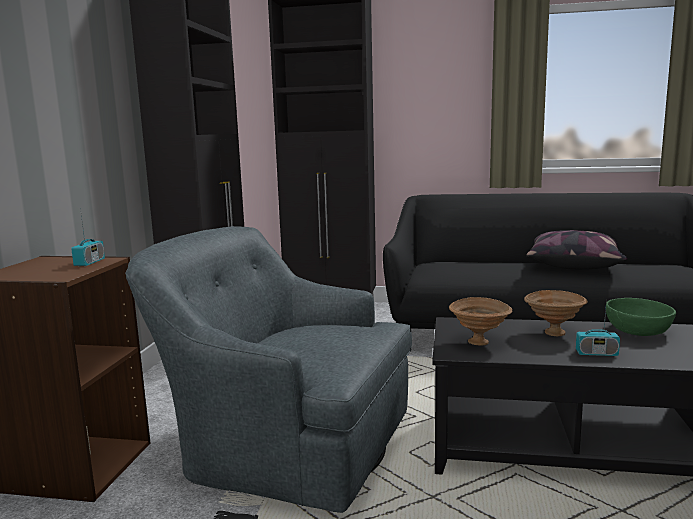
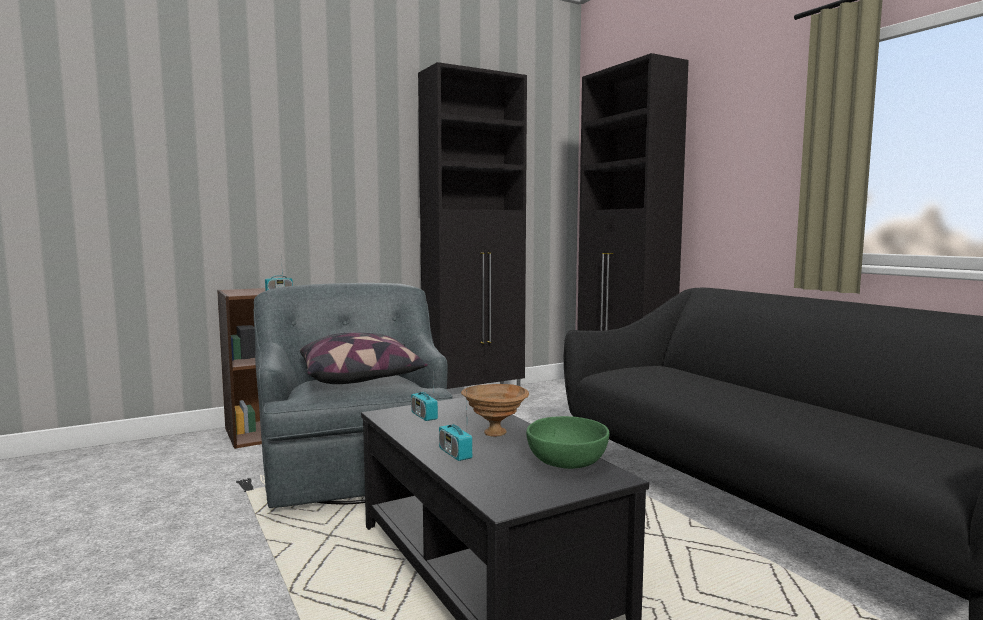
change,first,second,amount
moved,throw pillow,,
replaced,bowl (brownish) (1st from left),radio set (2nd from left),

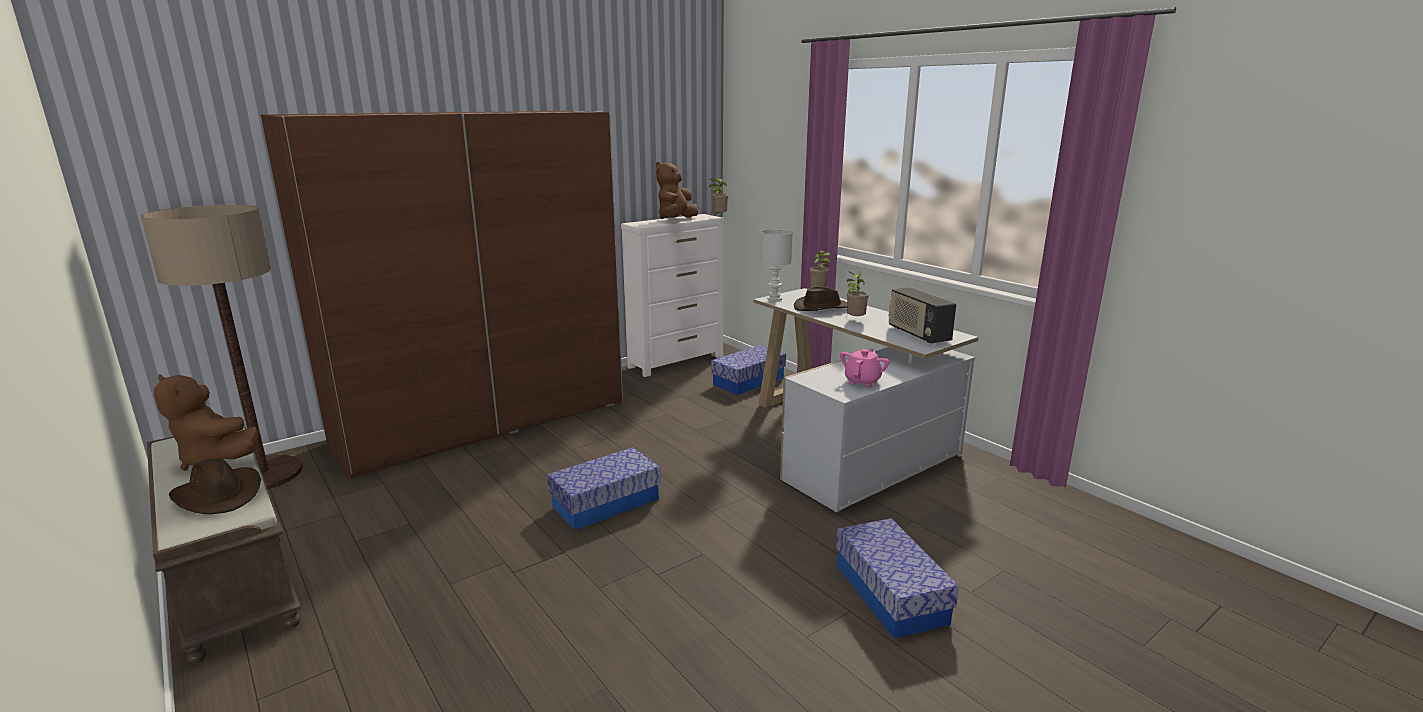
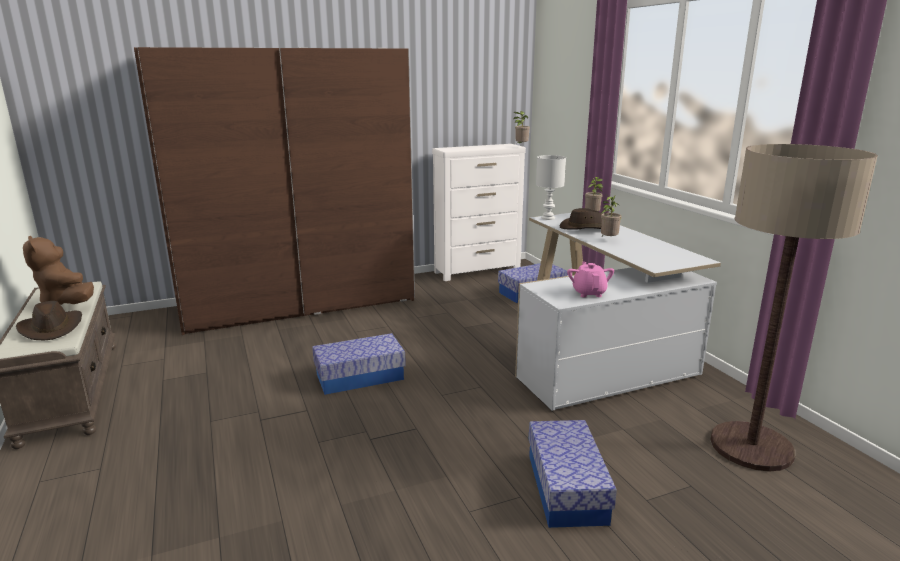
change,first,second,amount
turned,pot for tea (pink-coloured),,45 degrees counterclockwise
moved,standing lamp,,
removed,soft toy (brownish) (2nd from left),,
removed,radio set,,

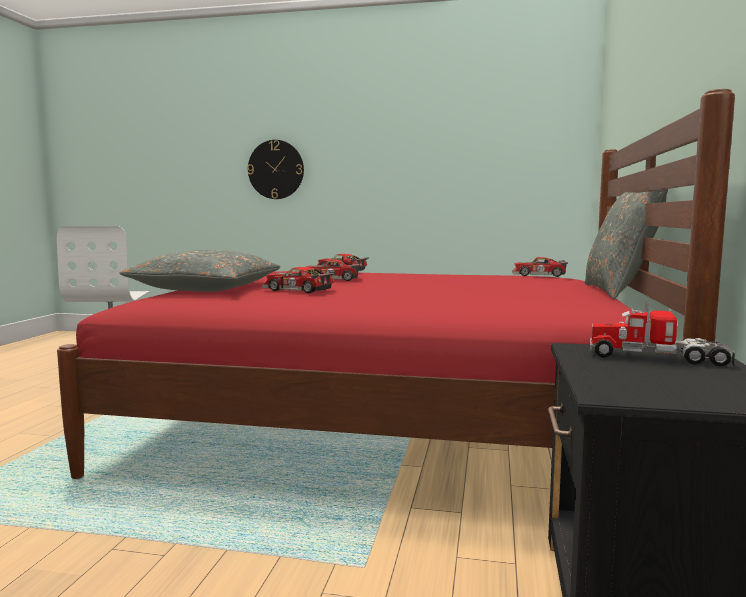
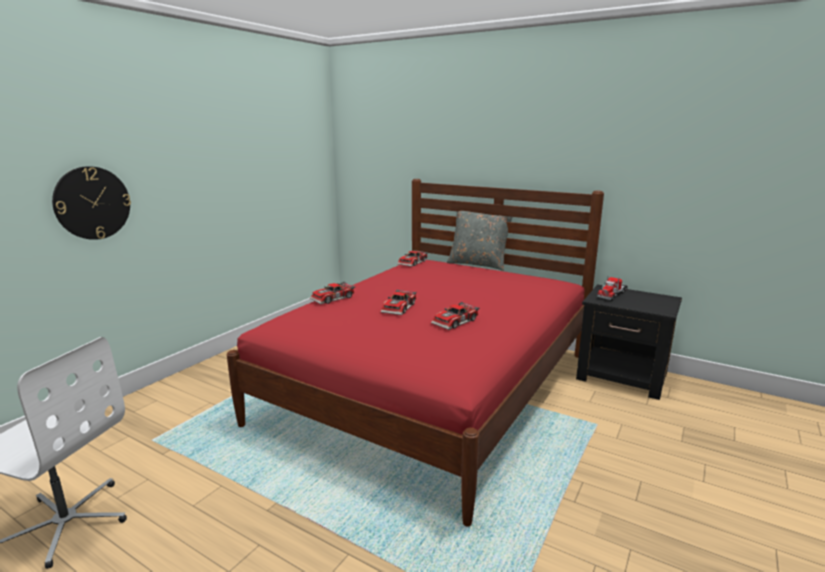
change,first,second,amount
removed,throw pillow (grey) (1st from left),,

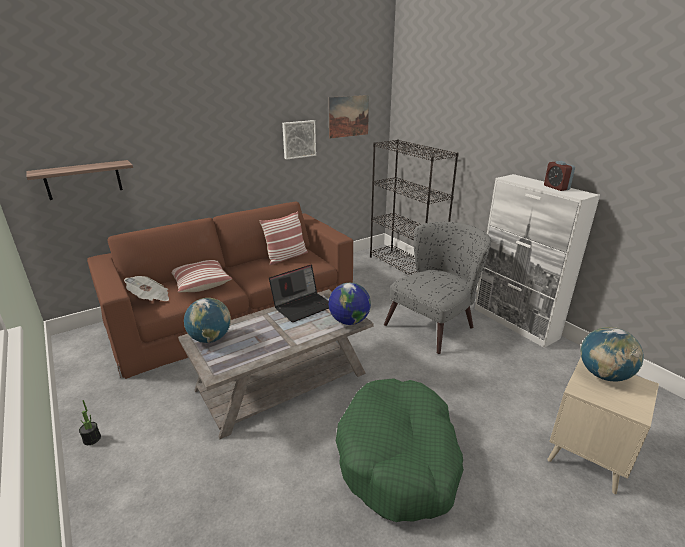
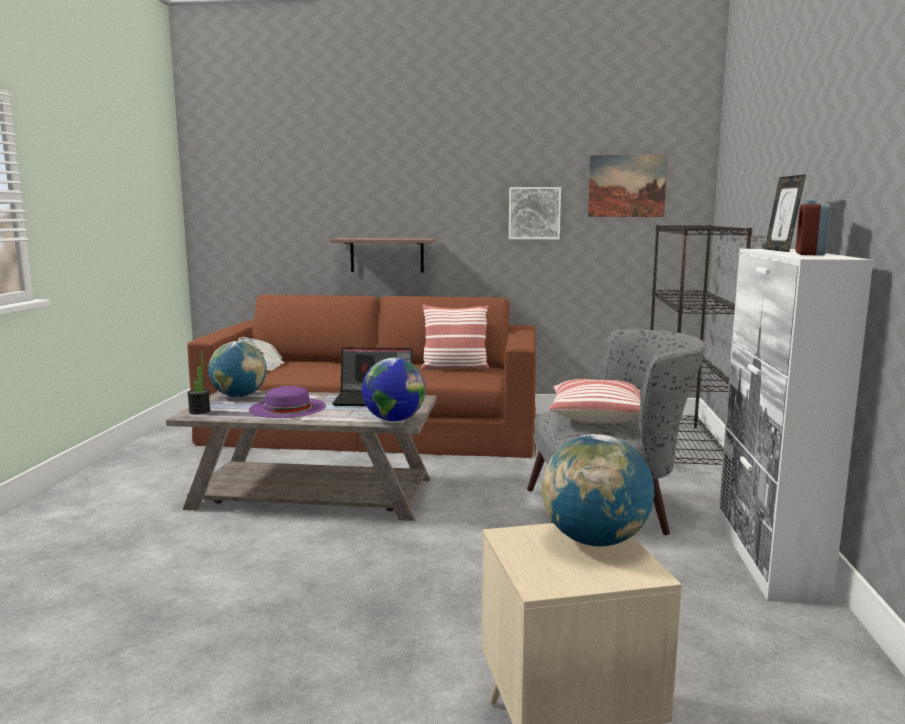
change,first,second,amount
moved,houseplant,,
added,,clothing hat (purple),
moved,bracket shelf,,
moved,throw pillow (1st from left in the first image),throw pillow (2nd from left),
added,,standing frame,
removed,dog cushion (green),,

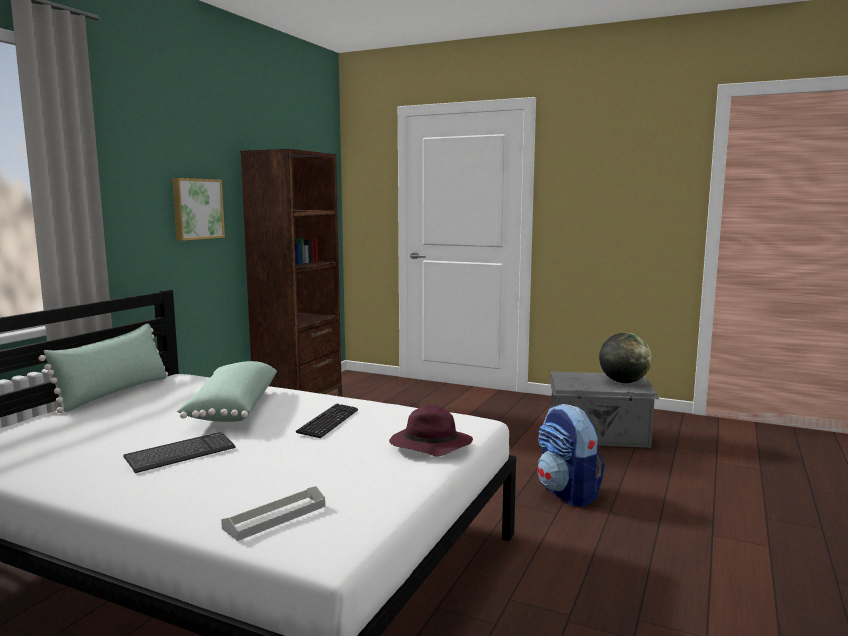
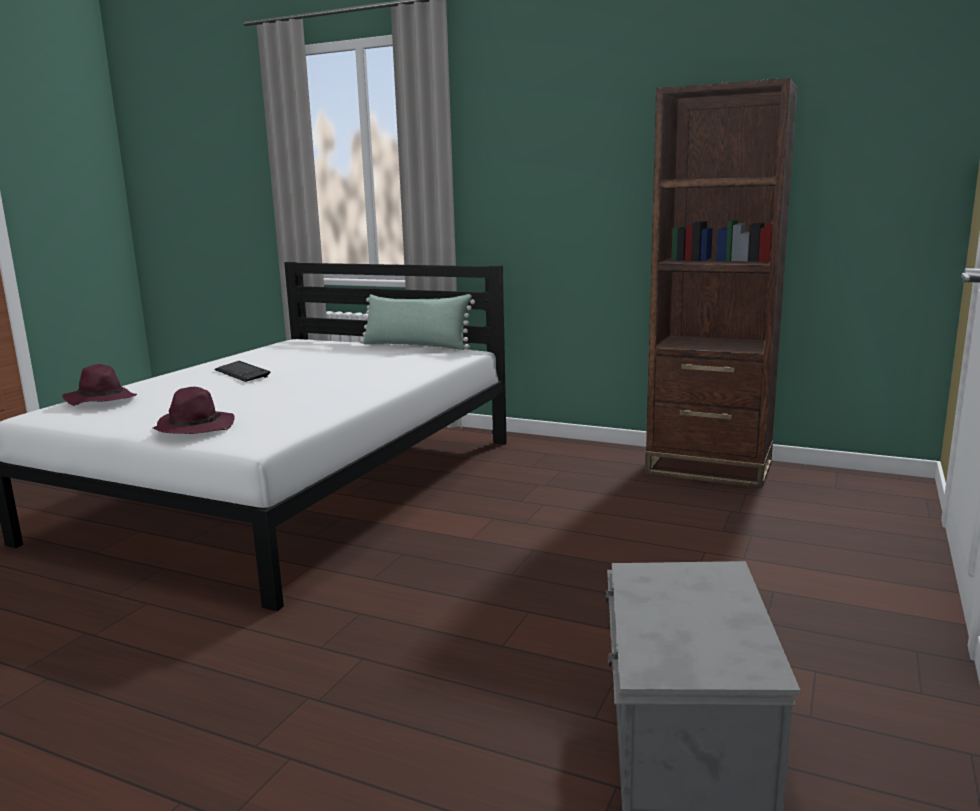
change,first,second,amount
replaced,carrying tray (grey),clothing hat (purple) (1st from left),
removed,picture,,
removed,throw pillow (green) (2nd from left),,
removed,keyboard (2nd from left),,
removed,knapsack,,
removed,world globe,,

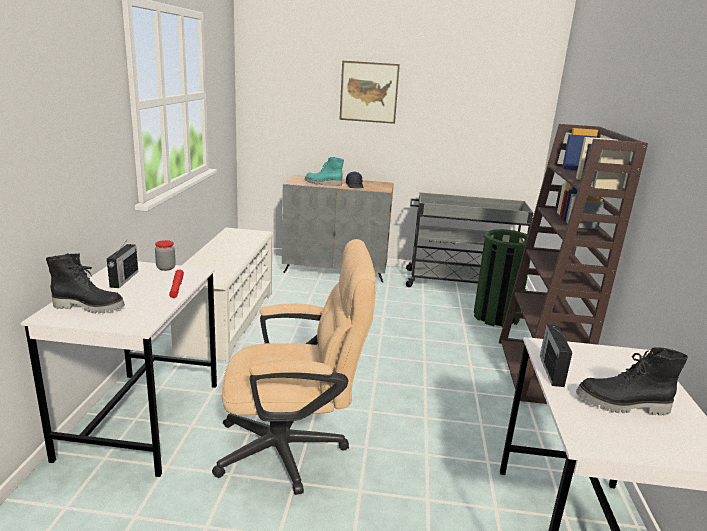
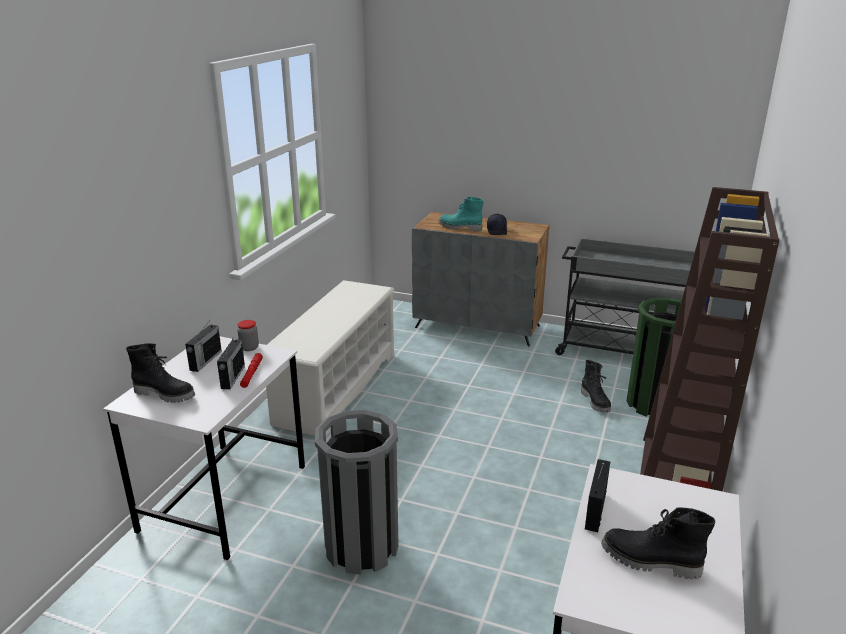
change,first,second,amount
added,,radio set (2nd from left),
replaced,desk chair (sand-coloured),waste bin (grey),
added,,tall boot (blackish) (2nd from left),
removed,picture,,

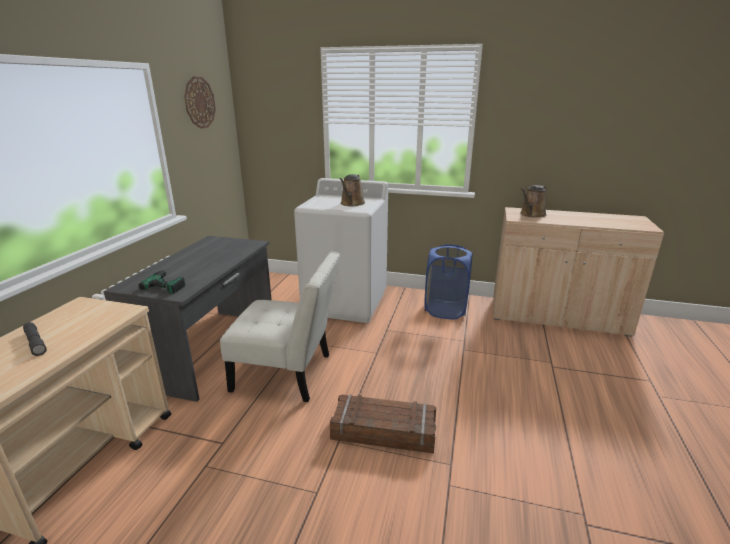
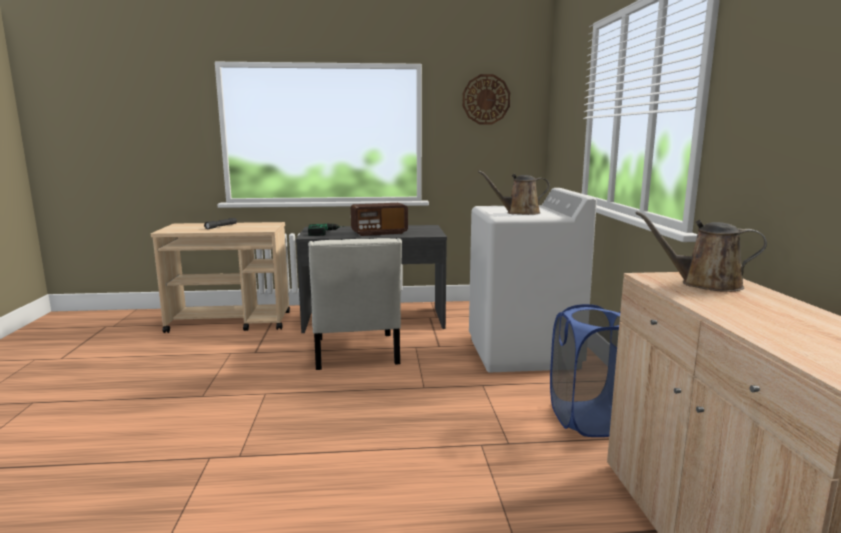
change,first,second,amount
added,,radio set,
removed,packing crate,,

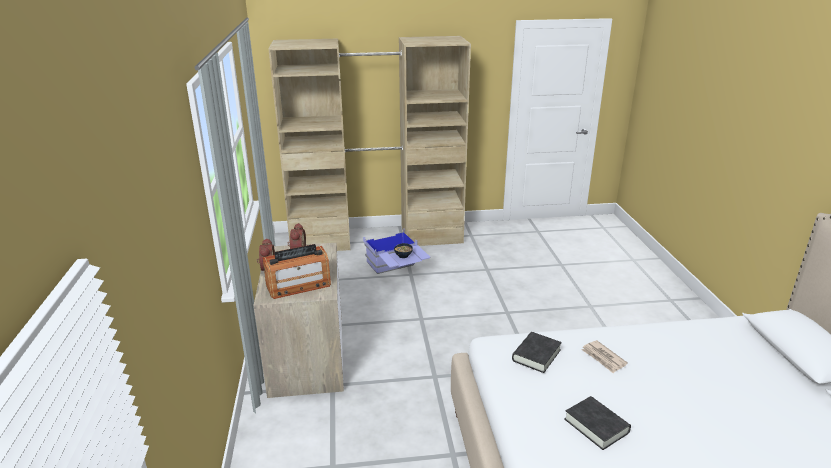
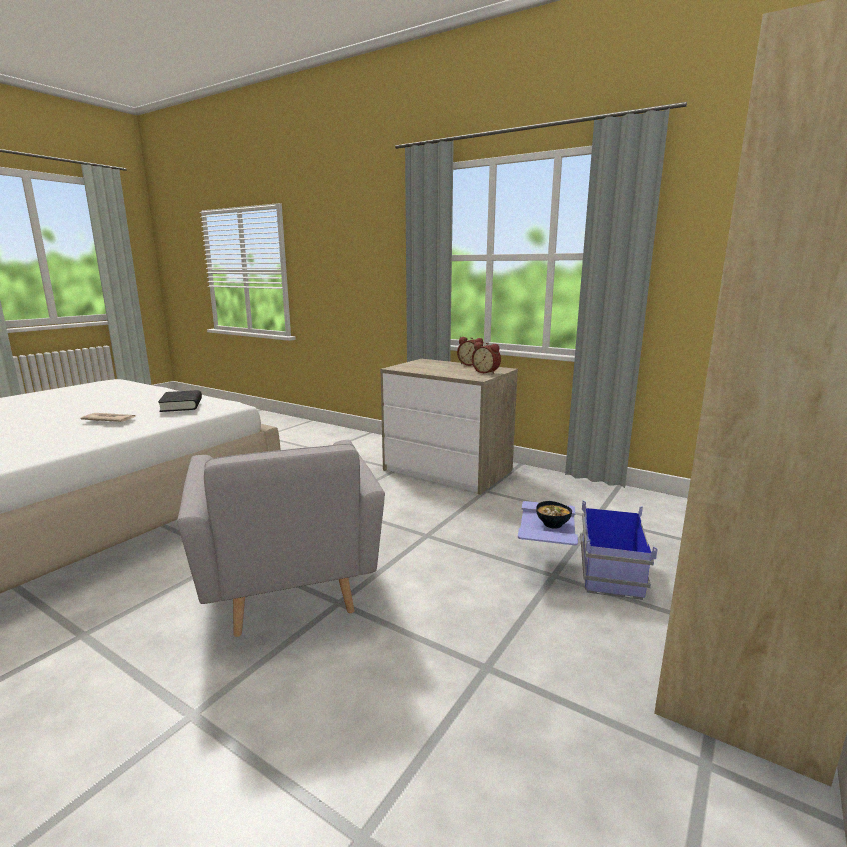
change,first,second,amount
added,,lounge chair (grey),
removed,radio set,,
removed,volume (blackish) (2nd from left),,

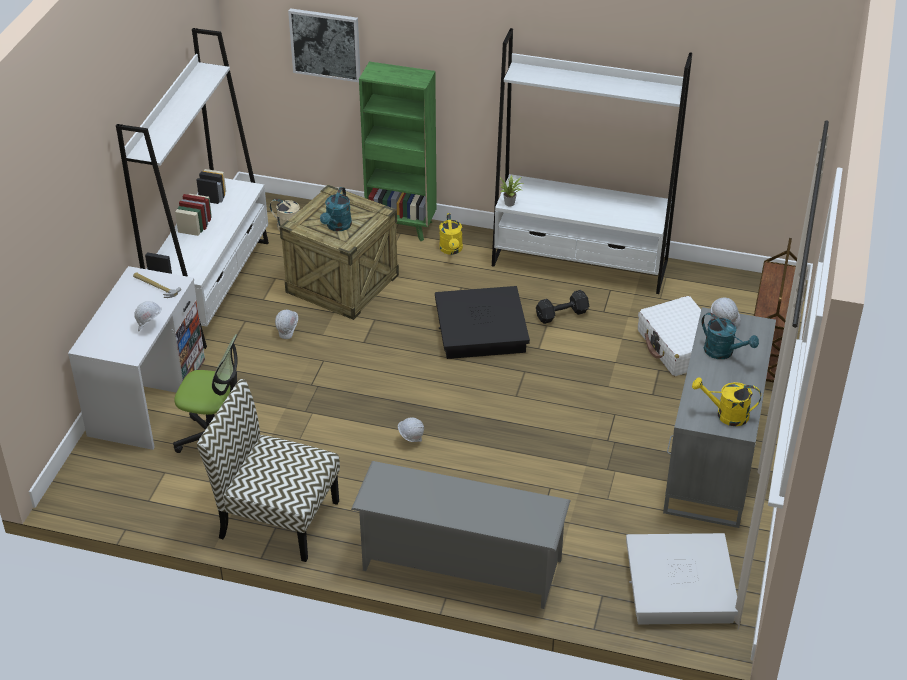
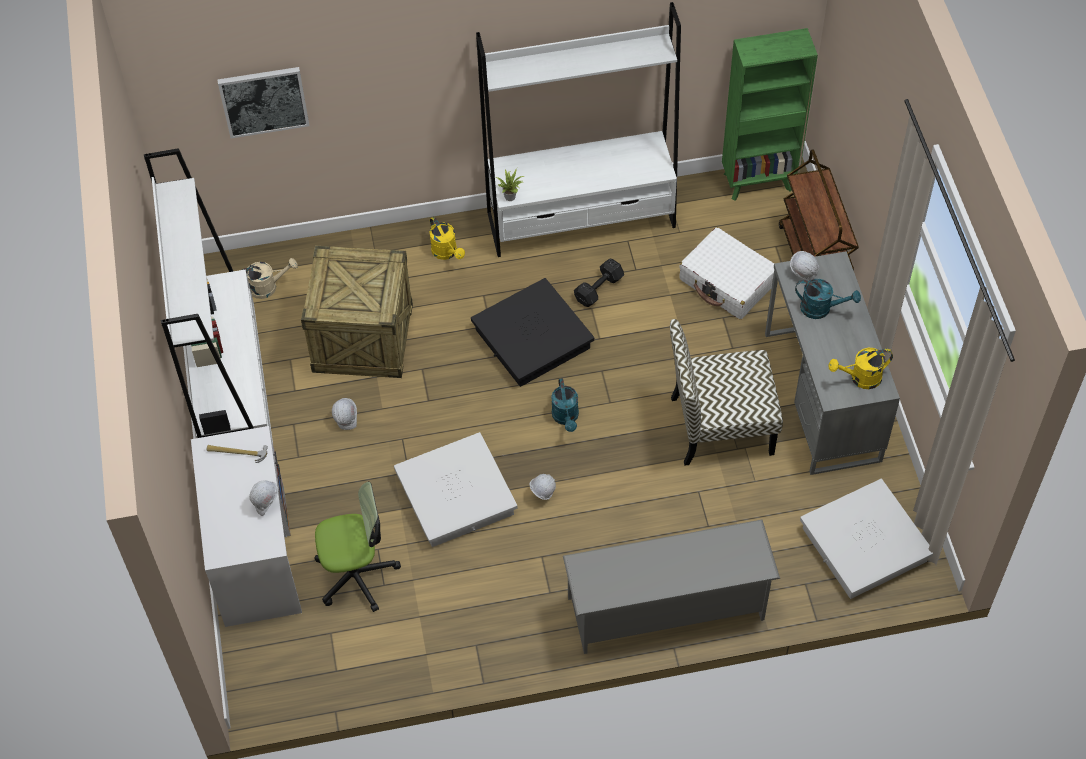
change,first,second,amount
added,,storage container (white-coloured) (1st from left),
moved,watering pot (turquoise) (1st from left),,
moved,upright chair,,
moved,shelving unit (green),,

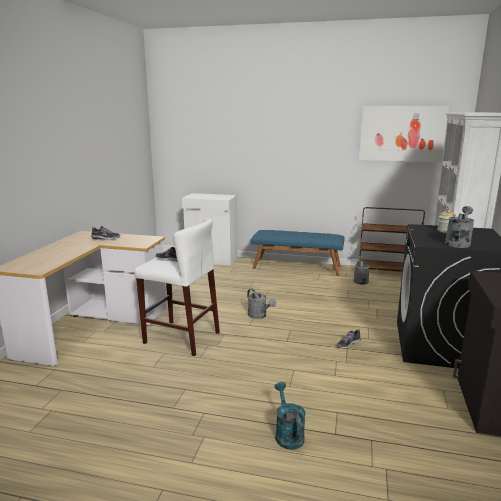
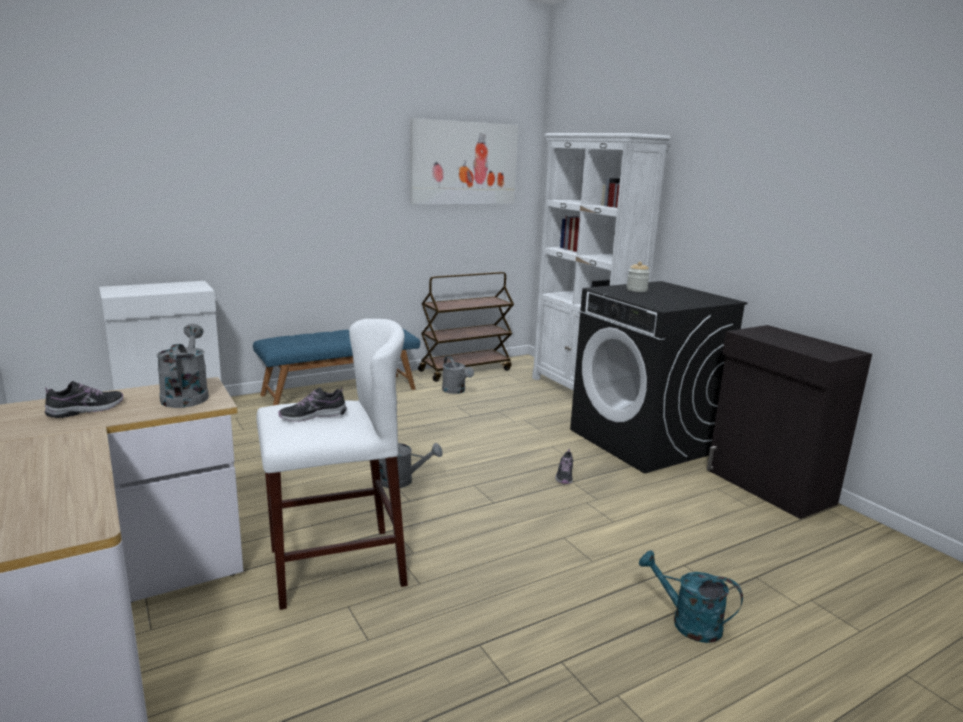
change,first,second,amount
moved,watering pot (grey) (3rd from left in the first image),watering pot (grey) (1st from left),

